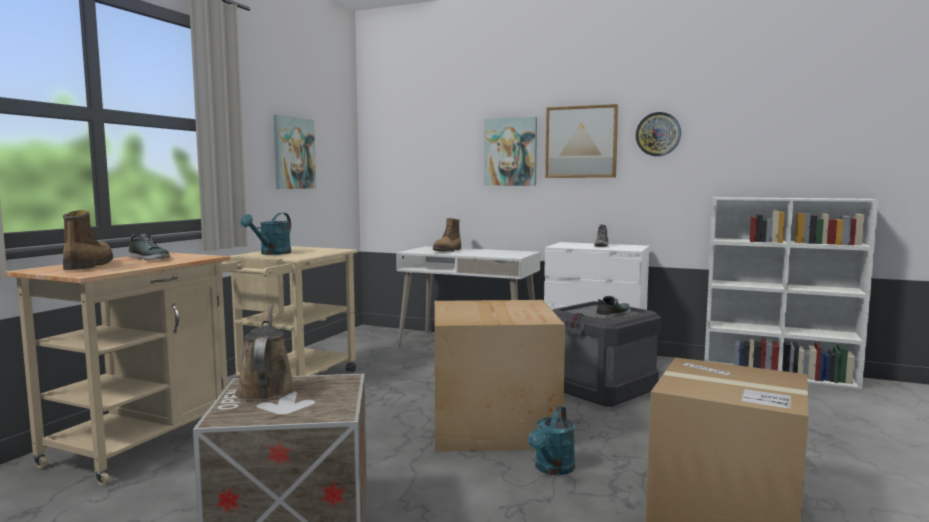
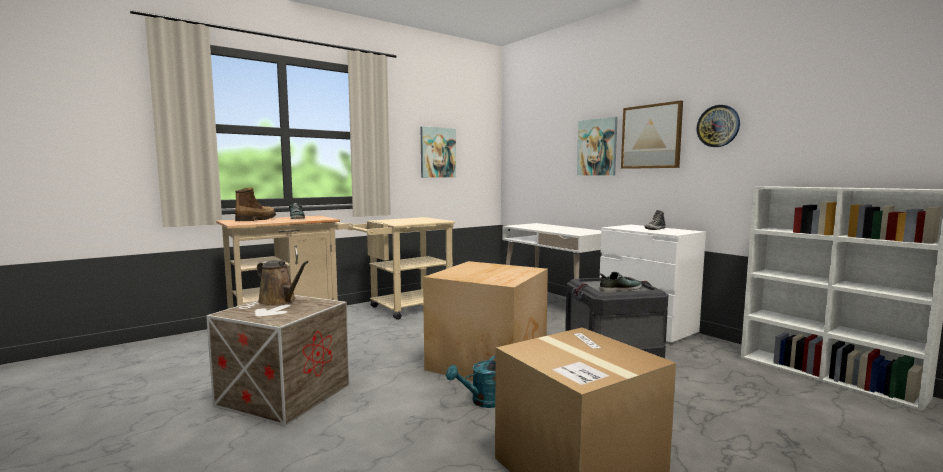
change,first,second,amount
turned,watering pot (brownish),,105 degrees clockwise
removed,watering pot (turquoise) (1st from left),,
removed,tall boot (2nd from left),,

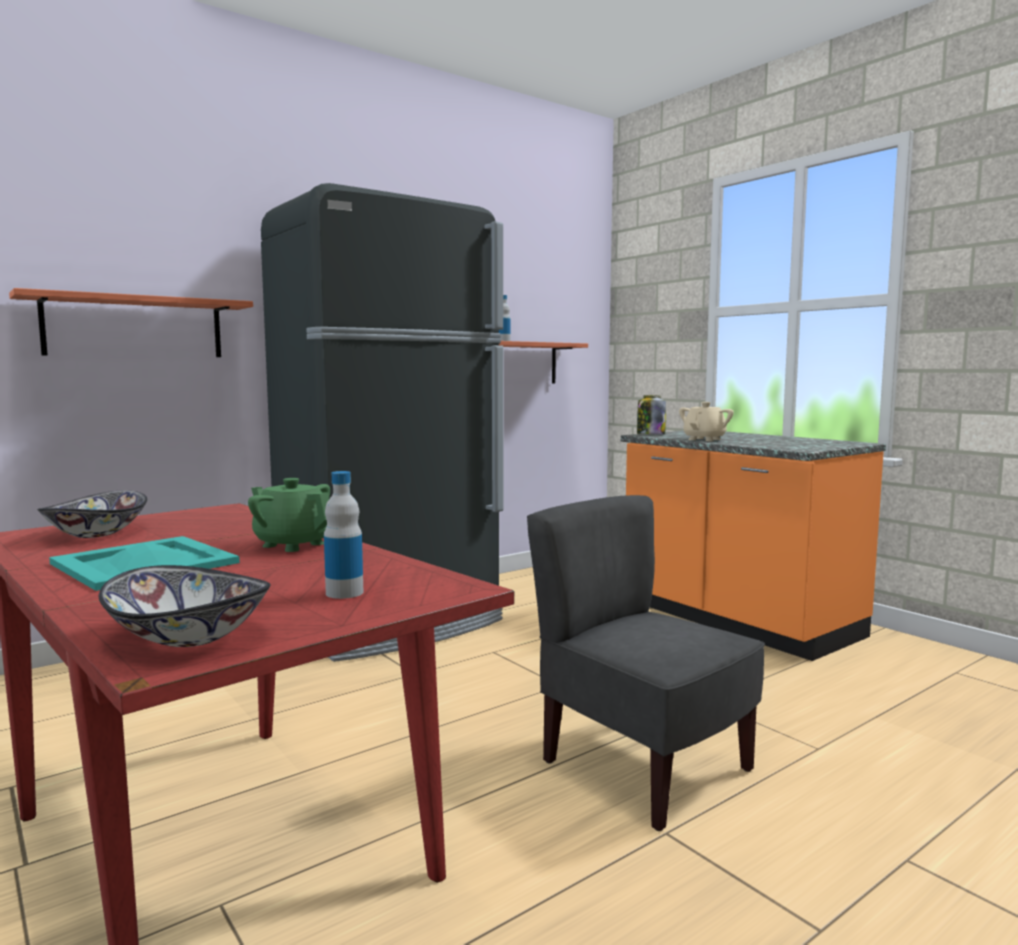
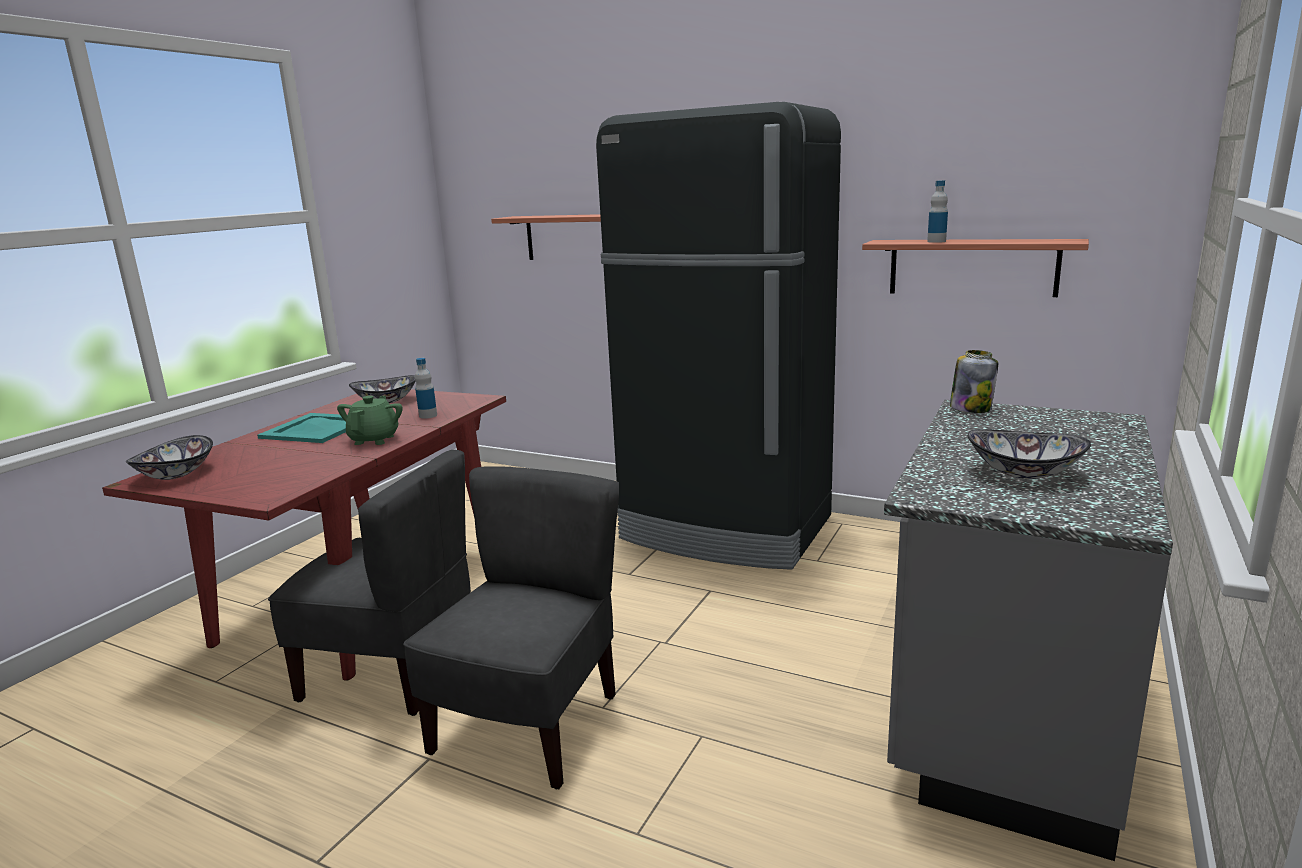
change,first,second,amount
added,,upright chair (grey) (1st from left),
moved,beverage bottle (1st from left),,
recoloured,counter (orange-coloured),counter (grey),
added,,bowl (3rd from left),
removed,pot for tea (sand-coloured),,

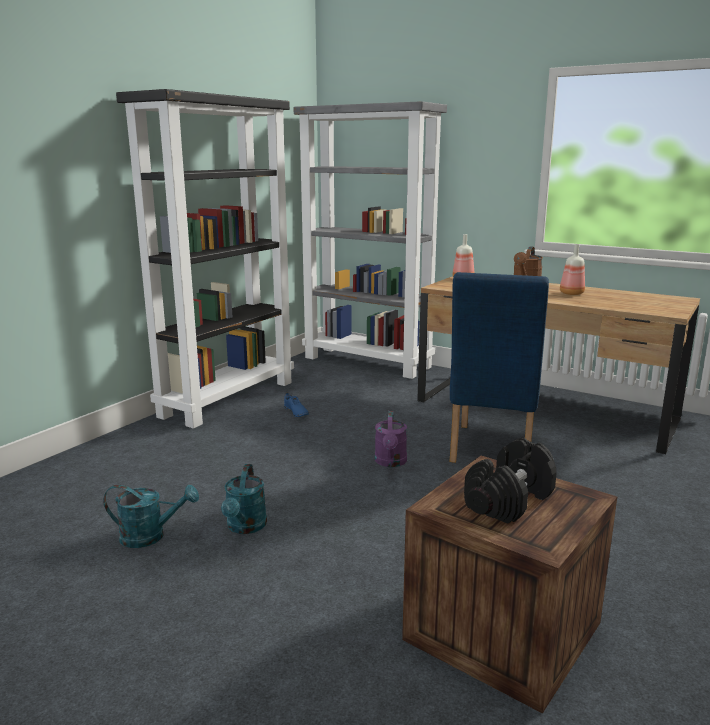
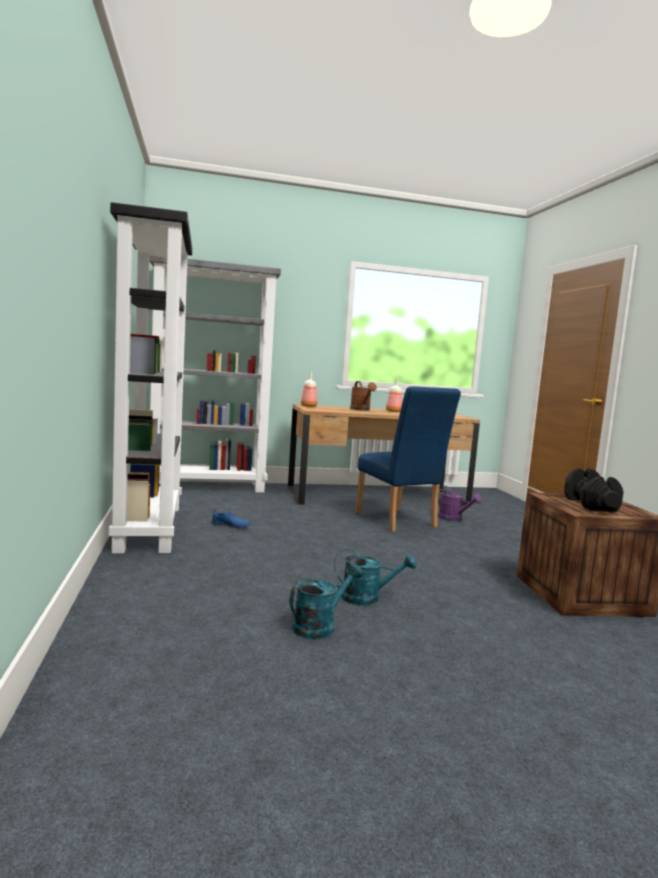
change,first,second,amount
turned,watering pot (turquoise) (2nd from left),,45 degrees counterclockwise
moved,watering pot (purple),,

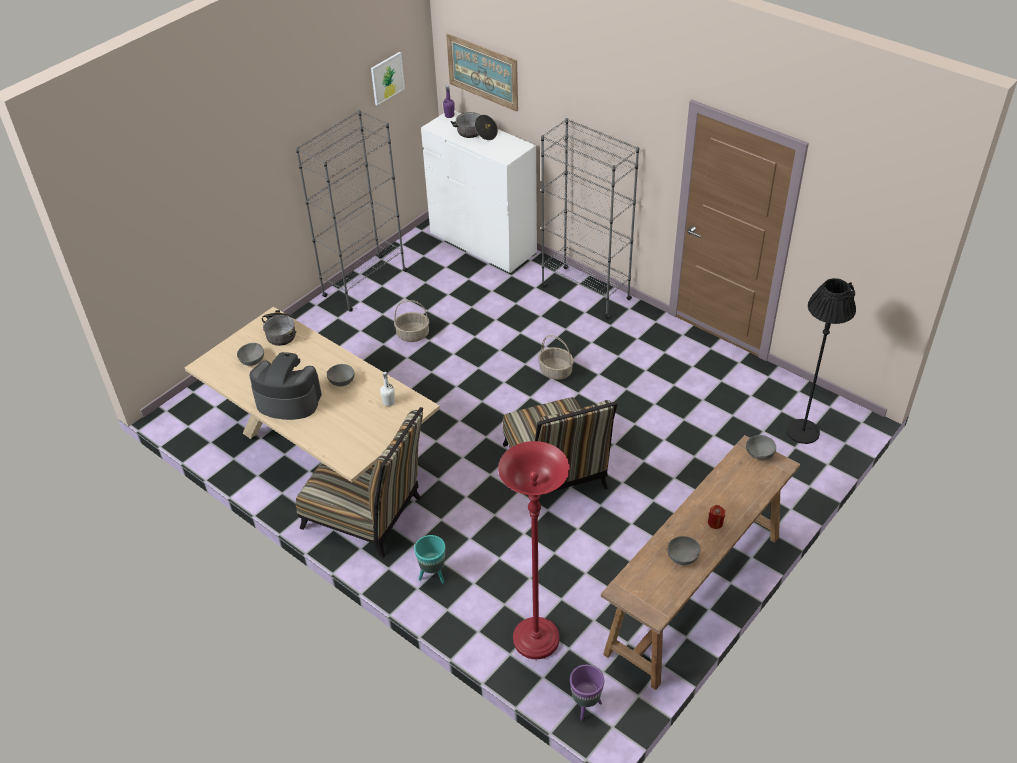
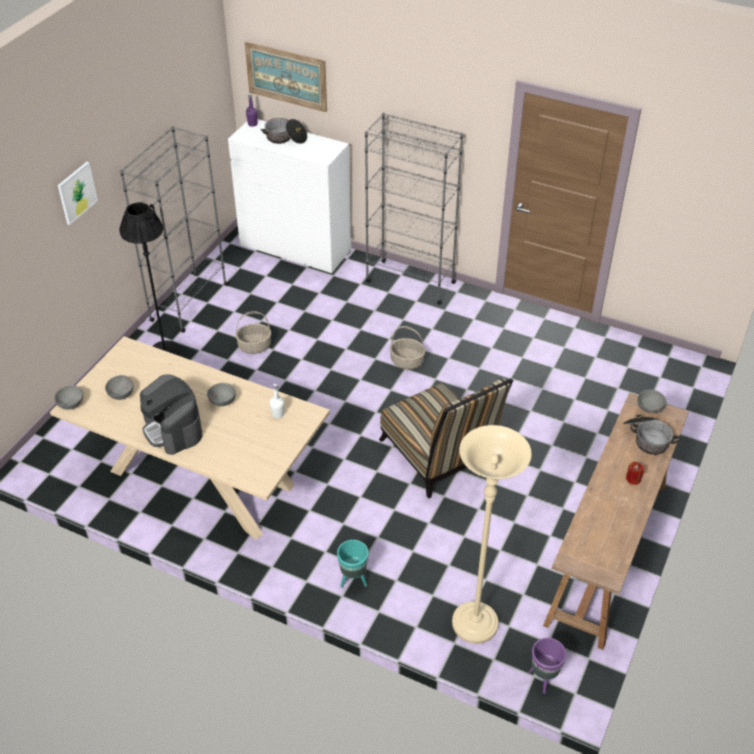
change,first,second,amount
moved,bowl (grey) (3rd from left in the first image),bowl (grey) (1st from left),
moved,picture (1st from left),,
moved,standing lamp (blackish),,
turned,coffee brewer,,120 degrees counterclockwise
recoloured,standing lamp (reddish),standing lamp (sand-coloured),
moved,saucepot (1st from left in the first image),saucepot (2nd from left),
removed,upright chair (1st from left),,

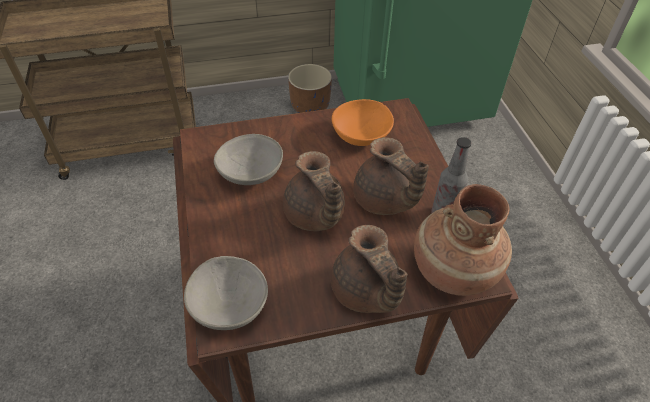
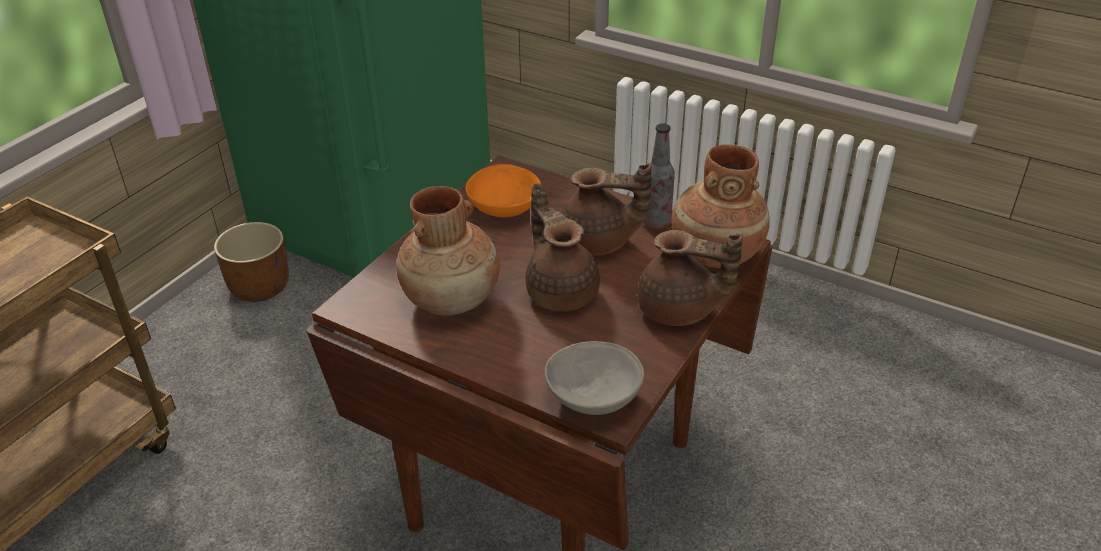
change,first,second,amount
replaced,bowl (grey) (2nd from left),vase (brownish) (1st from left),
turned,pot for tea (brownish) (1st from left),,135 degrees counterclockwise

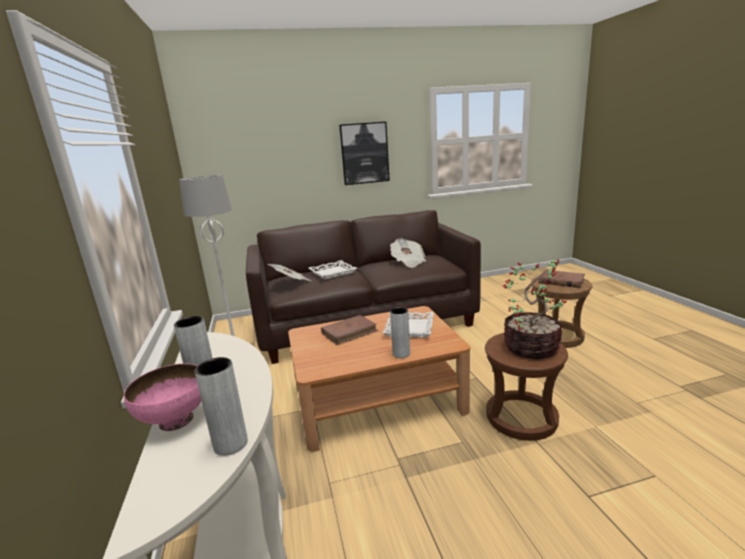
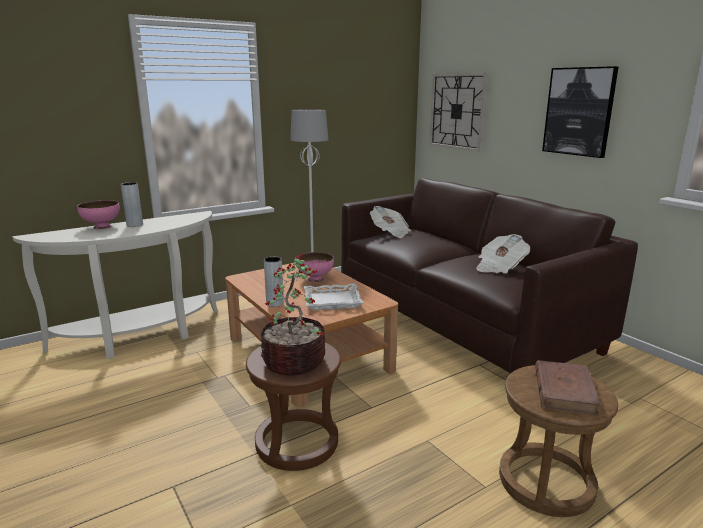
change,first,second,amount
replaced,volume (brownish) (1st from left),bowl (pink-coloured) (2nd from left),
added,,hanging clock,
removed,vase (grey) (2nd from left),,
removed,carrying tray (white-coloured) (1st from left),,

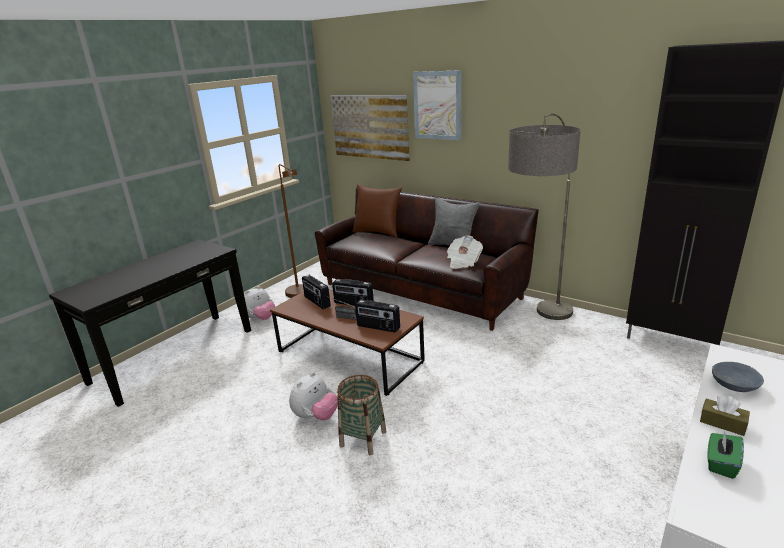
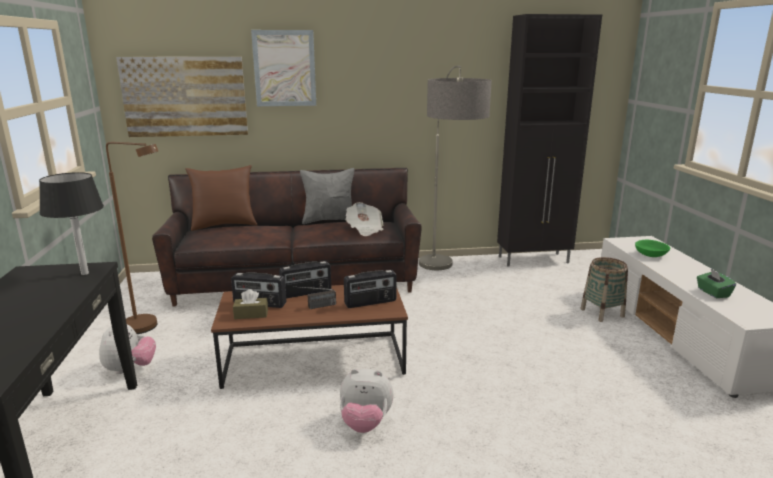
change,first,second,amount
added,,lamp for a table (blackish),
moved,box of tissues (brownish),,
turned,soft toy (2nd from left),,105 degrees clockwise
moved,storage basket,,
recoloured,bowl (grey),bowl (green),

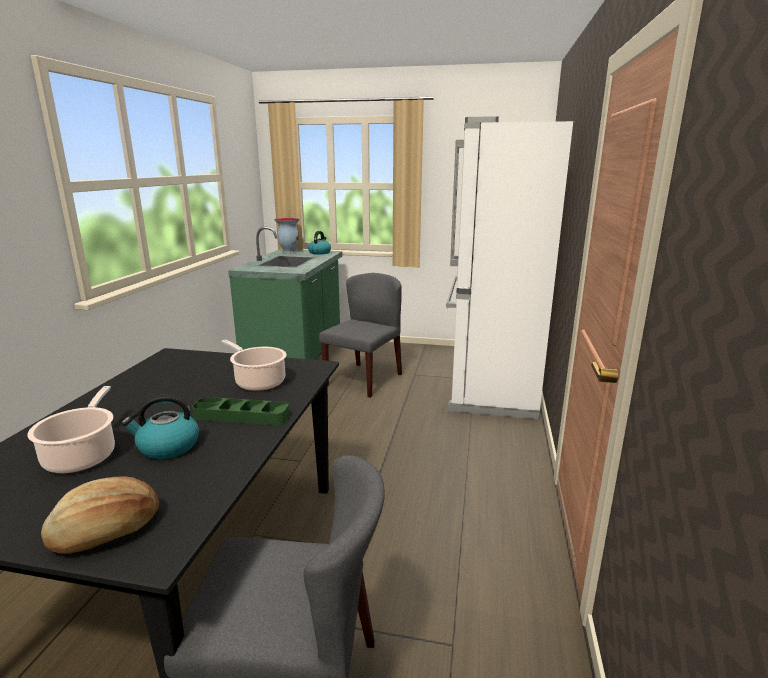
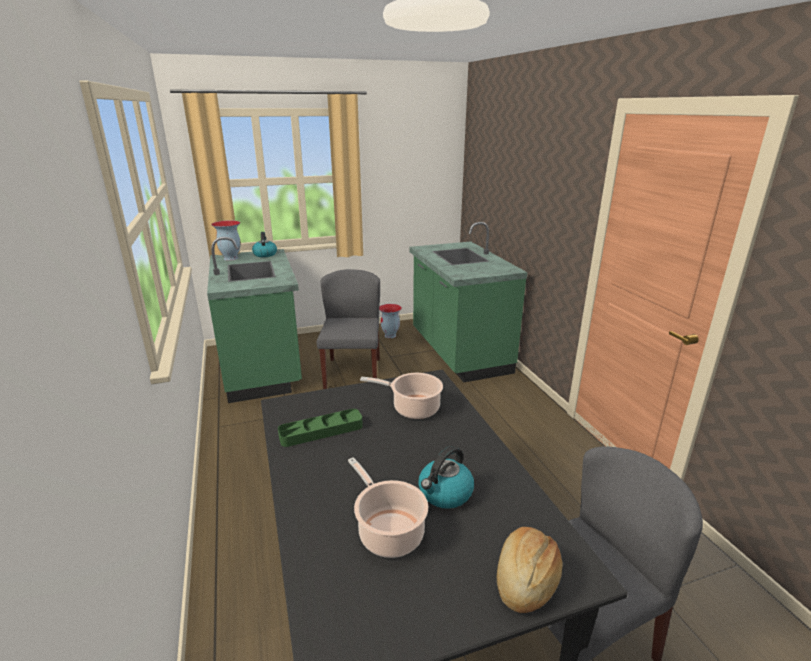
change,first,second,amount
moved,carrying tray (green),,
added,,vase (2nd from left),
replaced,fridge (white-coloured),counter (green) (2nd from left),

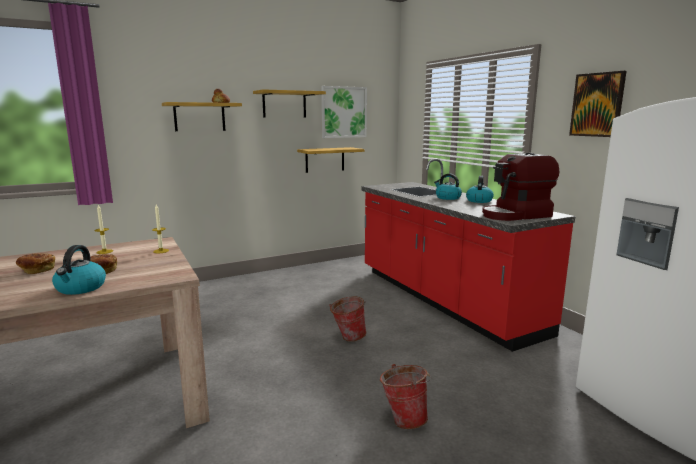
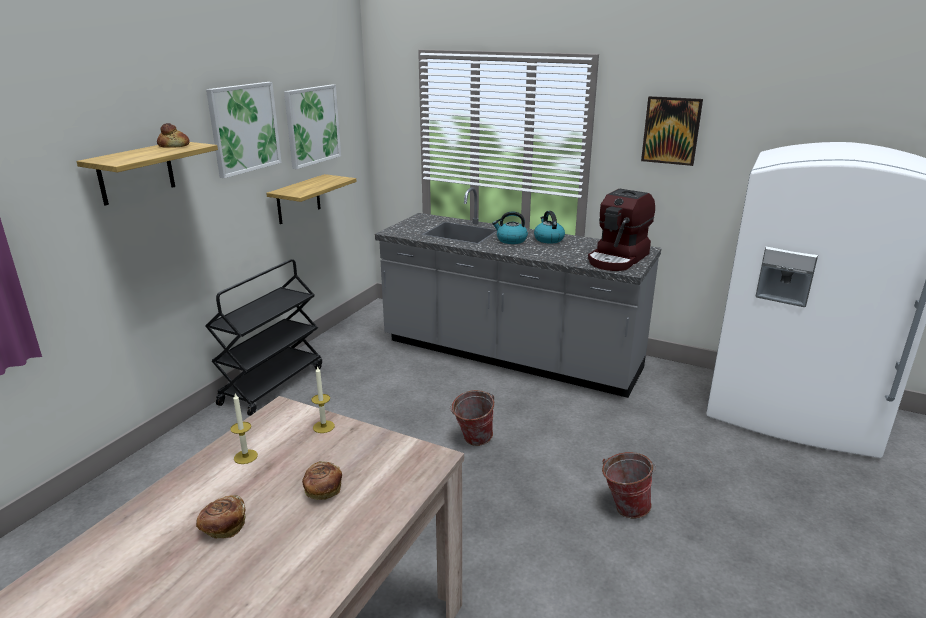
change,first,second,amount
added,,cart (blackish),
replaced,bracket shelf (2nd from left),picture (1st from left),
recoloured,counter (reddish),counter (grey),
removed,tea kettle (1st from left),,

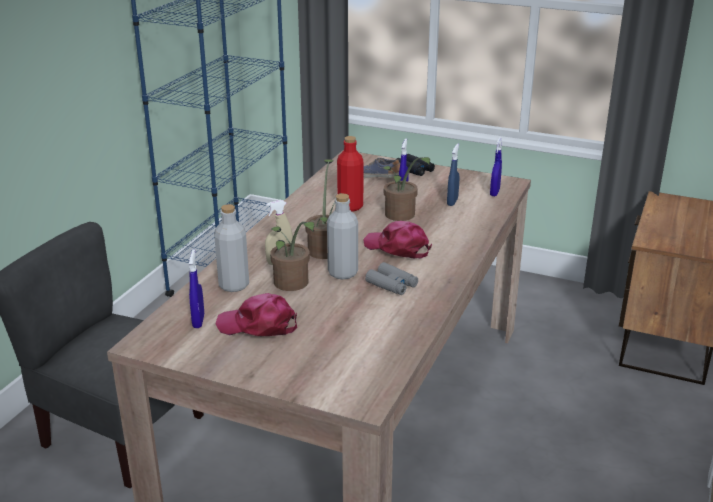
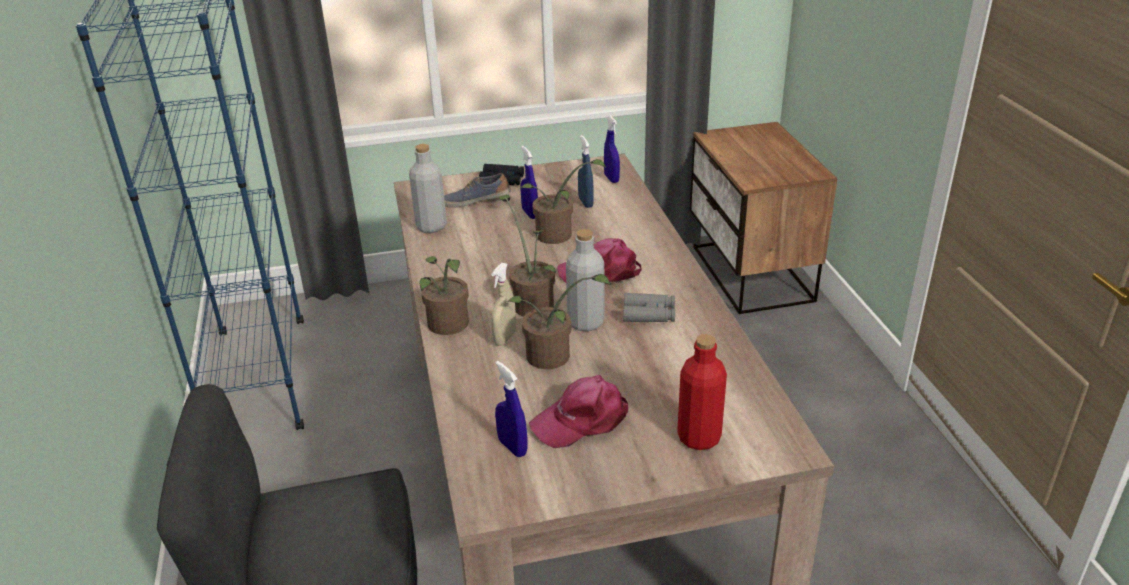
change,first,second,amount
moved,beverage bottle (grey) (1st from left),,
added,,houseplant (1st from left),
moved,beverage bottle (reddish),,

